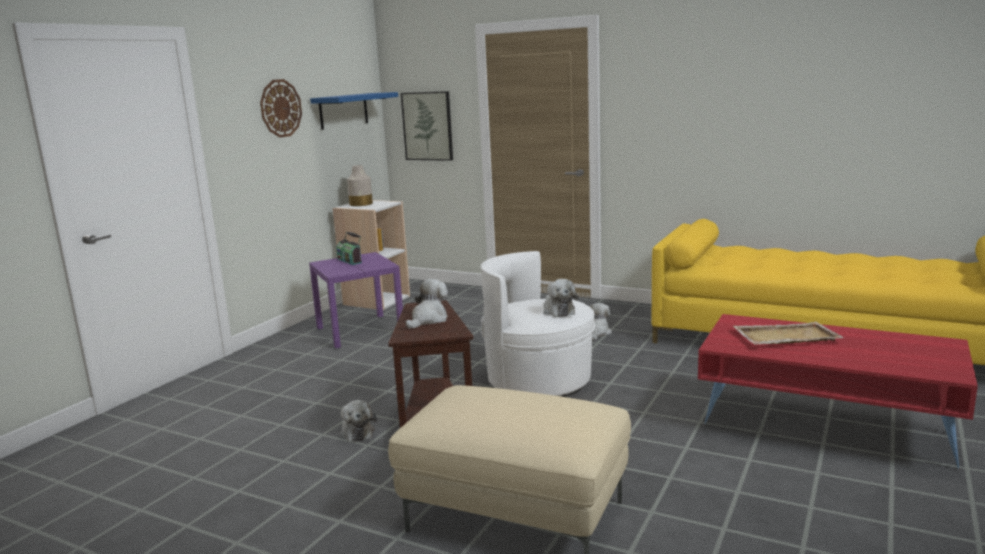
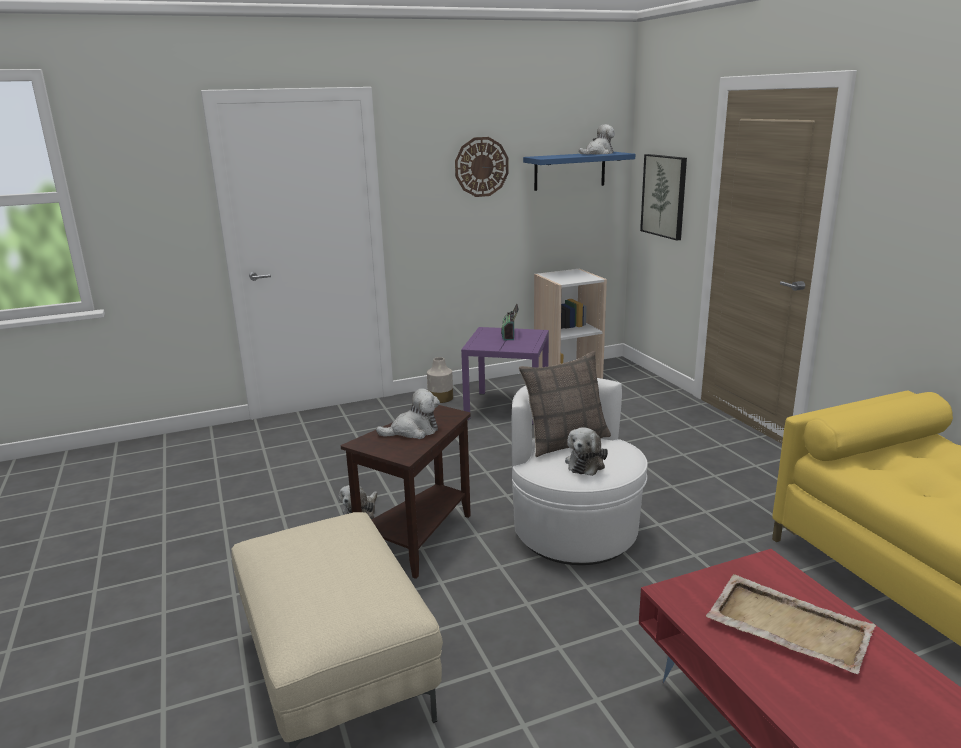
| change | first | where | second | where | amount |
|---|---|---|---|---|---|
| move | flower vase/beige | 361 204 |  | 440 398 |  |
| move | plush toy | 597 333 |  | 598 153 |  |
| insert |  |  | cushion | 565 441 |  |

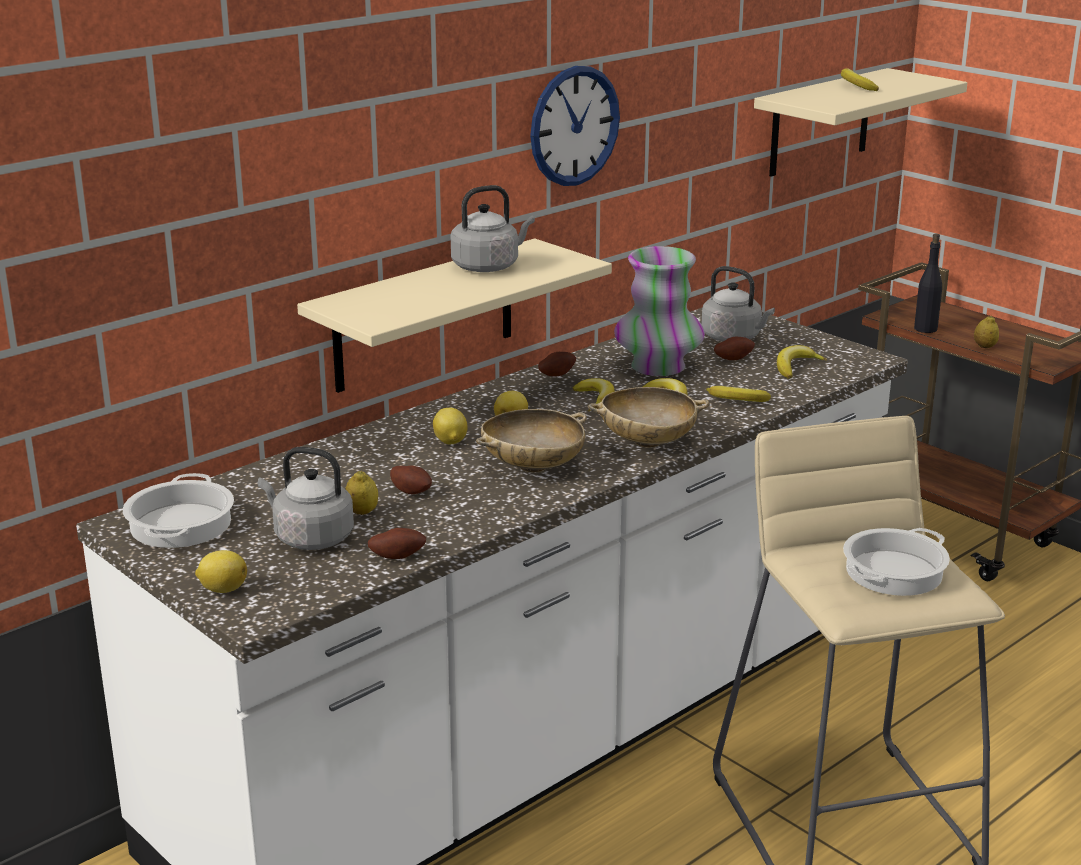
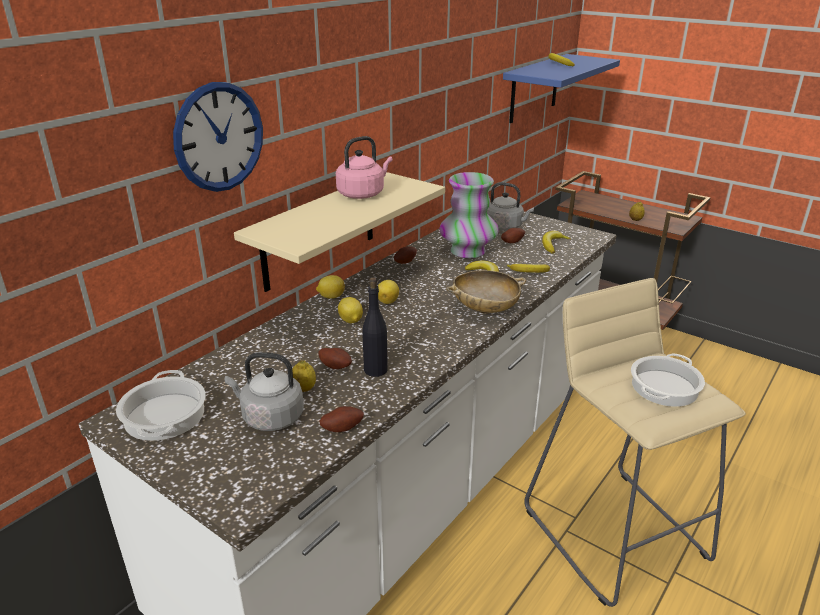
| change | first | where | second | where | amount |
|---|---|---|---|---|---|
| move | lemon | 222 589 |  | 331 297 |  |
| recolor | tea kettle/grey | 488 266 | tea kettle/pink-coloured | 363 194 |  |
| delete | bowl/beige | 532 466 |  |  |  |
| move | clock on the wall | 574 126 |  | 219 137 |  |
| delete | whole banana | 595 400 |  |  |  |
| recolor | wall shelf/beige | 820 122 | wall shelf/blue | 534 88 |  |
| move | bottle/black | 925 329 |  | 375 370 |  |

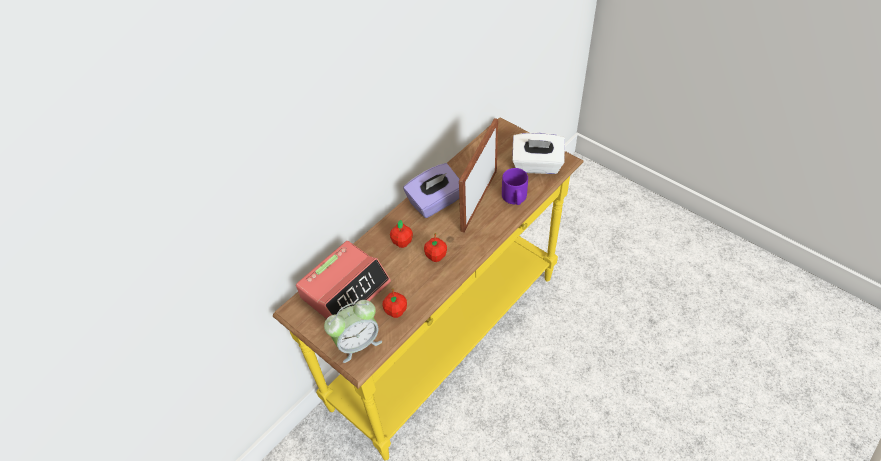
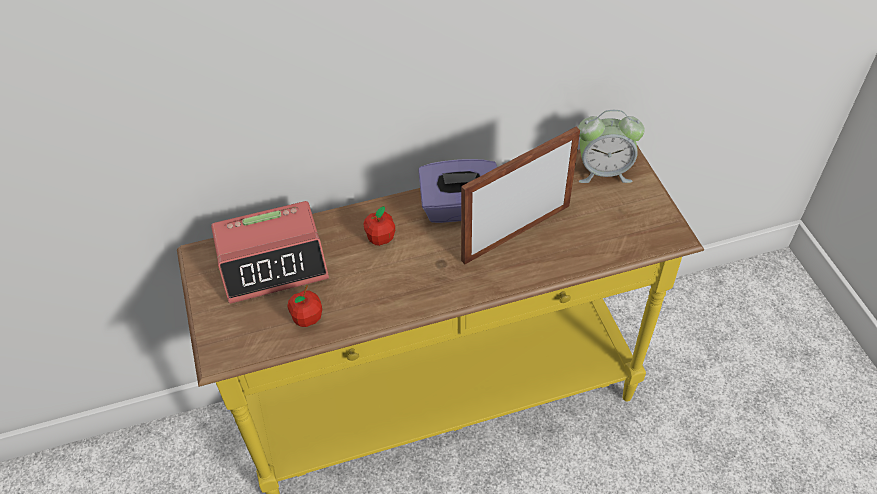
| change | first | where | second | where | amount |
|---|---|---|---|---|---|
| move | bedside clock | 357 343 |  | 604 171 |  |
| delete | apple fruit | 436 256 |  |  |  |
| delete | tea mug/purple-coloured | 514 198 |  |  |  |
| delete | tissue holder/whitish | 537 165 |  |  |  |

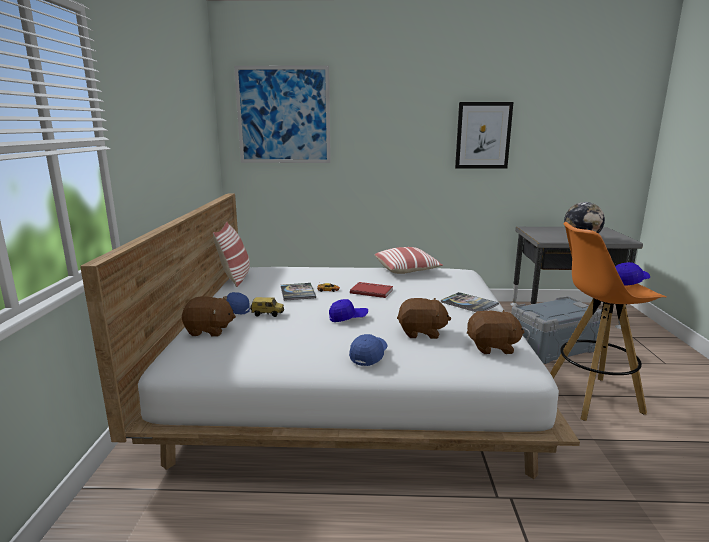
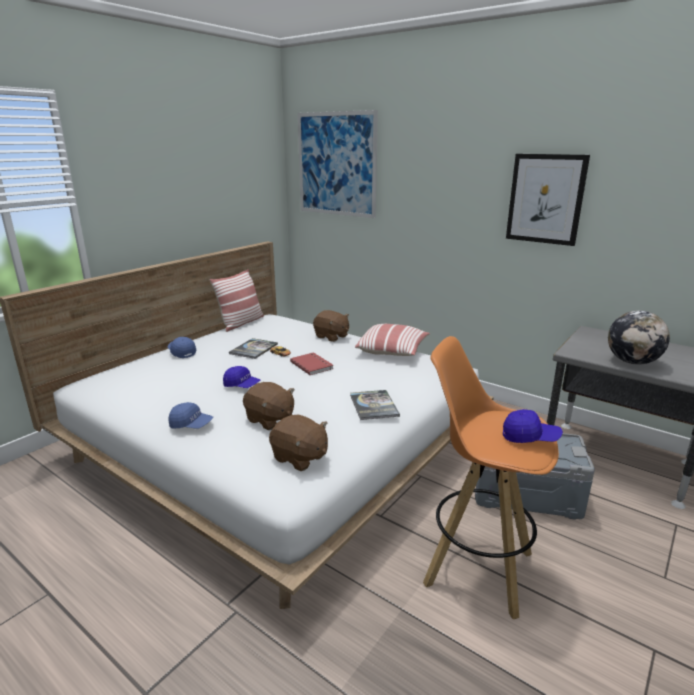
| change | first | where | second | where | amount |
|---|---|---|---|---|---|
| move | plush toy/brown | 209 330 |  | 331 336 |  |
| delete | miniature car | 268 314 |  |  |  |
| rotate | cap/blue | 369 355 |  | 191 425 | 45 degrees clockwise |

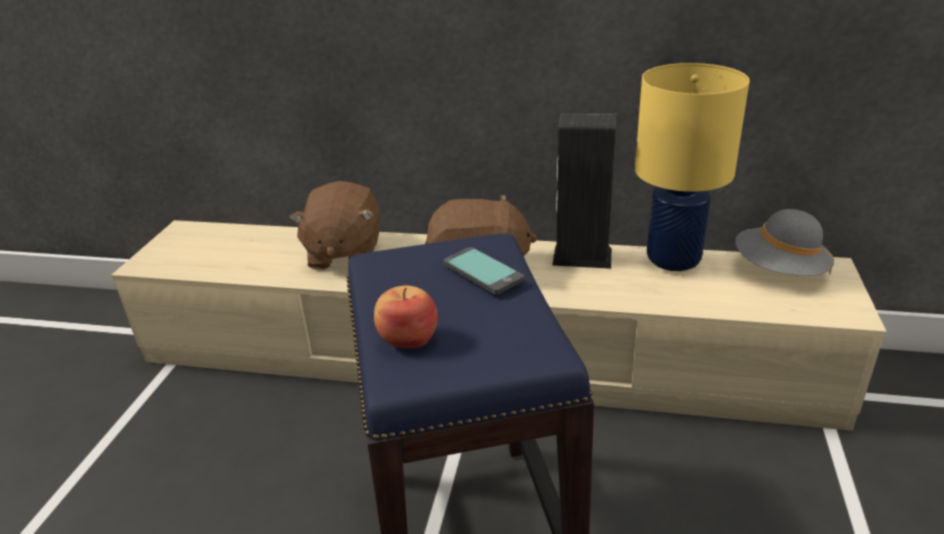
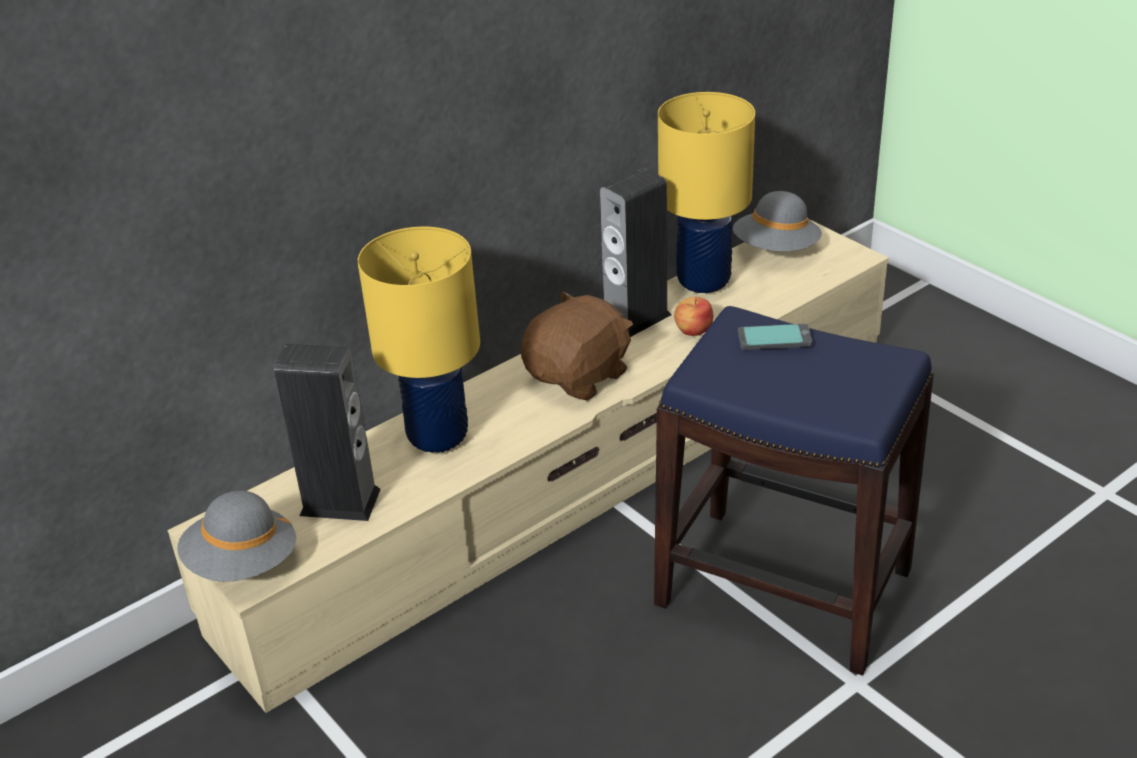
| change | first | where | second | where | amount |
|---|---|---|---|---|---|
| replace | plush toy/brown | 343 254 | tabletop lamp/yellowish | 438 439 |  |
| move | apple fruit | 408 338 |  | 693 330 |  |
| insert |  |  | clothing hat/grey | 242 564 |  |
| insert |  |  | speaker | 340 502 |  |

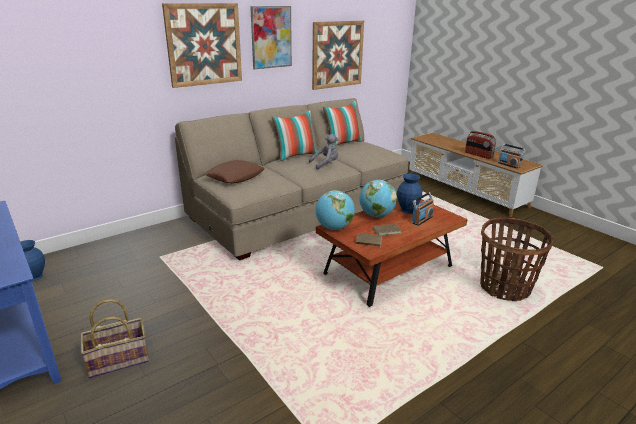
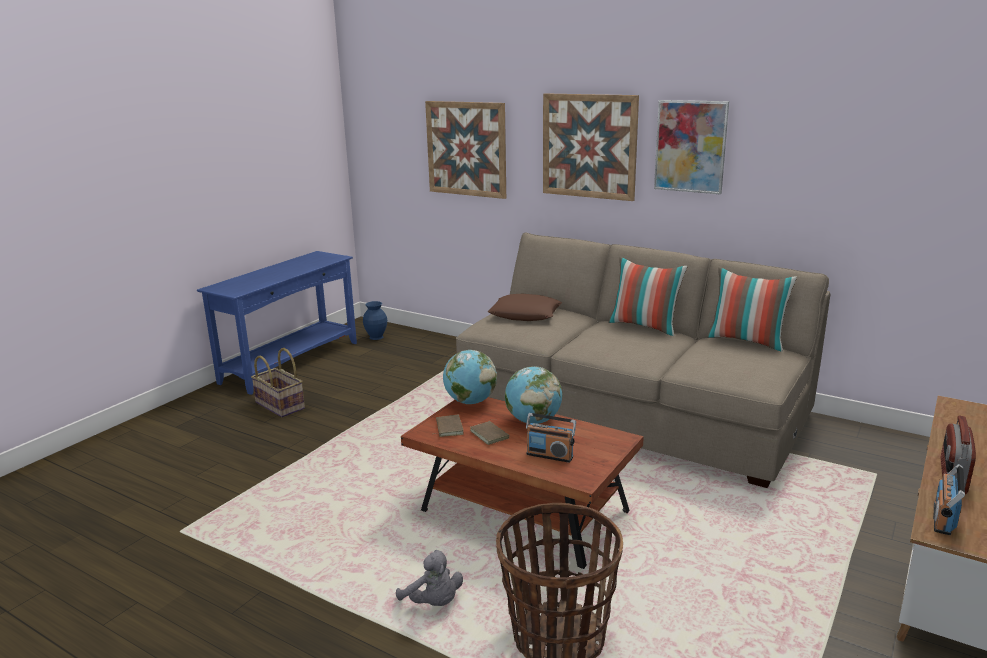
| change | first | where | second | where | amount |
|---|---|---|---|---|---|
| move | plush toy/grey | 325 164 |  | 433 603 |  |
| move | picture | 337 54 |  | 466 149 |  |
| delete | flower vase/blue | 407 210 |  |  |  |

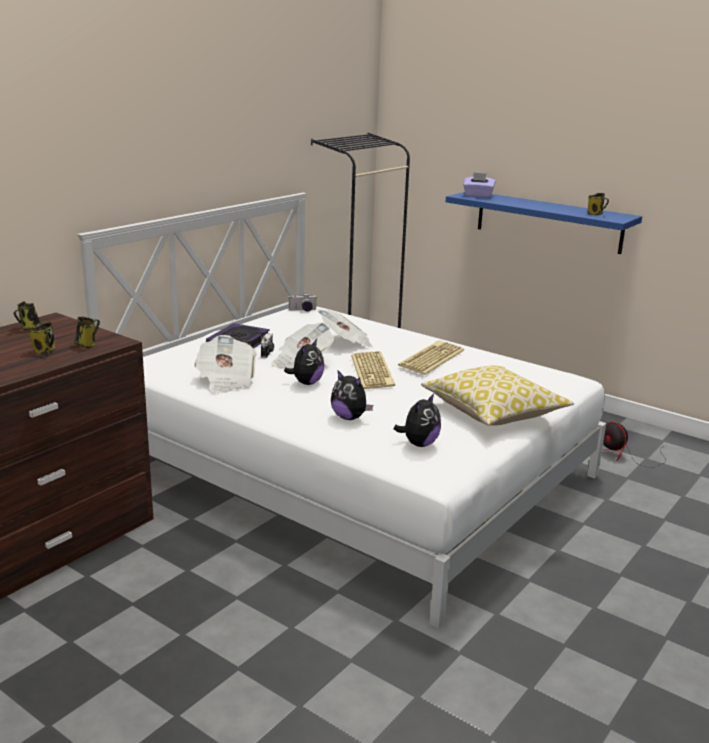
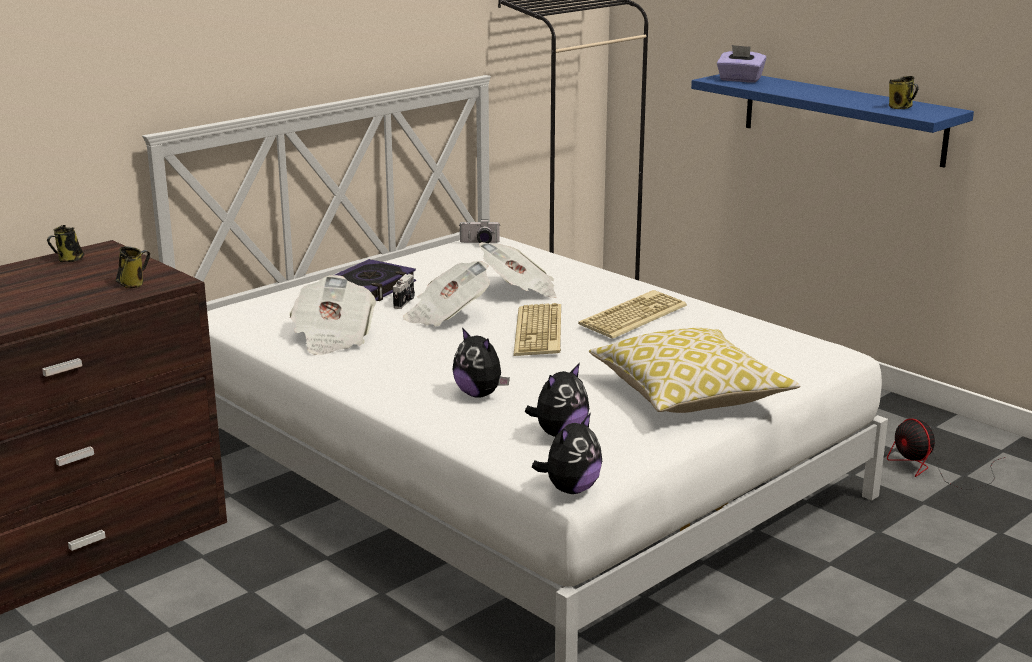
| change | first | where | second | where | amount |
|---|---|---|---|---|---|
| delete | tea mug | 45 351 |  |  |  |
| move | plush toy | 306 383 |  | 570 489 |  |

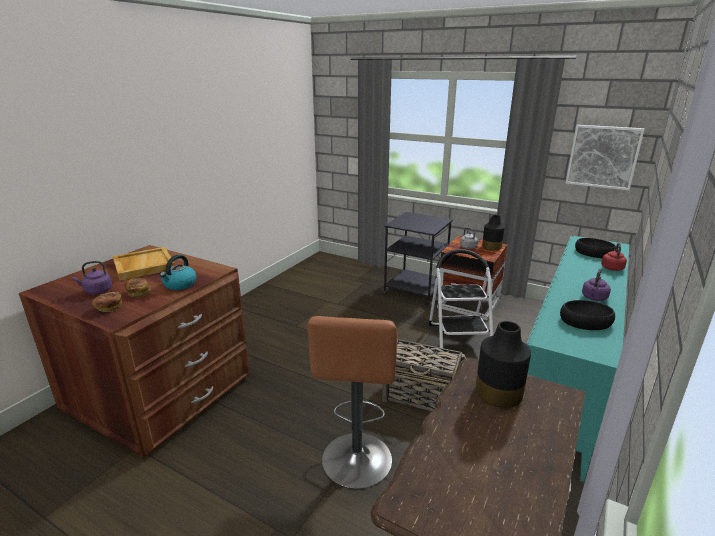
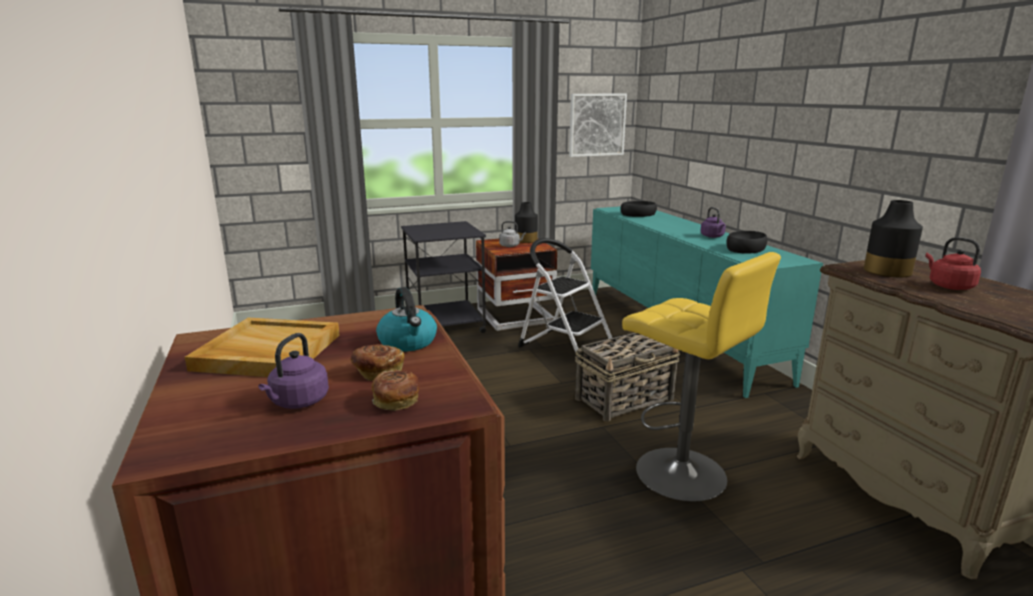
| change | first | where | second | where | amount |
|---|---|---|---|---|---|
| recolor | stool seat/brown | 356 460 | stool seat/yellowish | 681 474 |  |
| move | tea kettle/red-coloured | 612 268 |  | 948 286 |  |

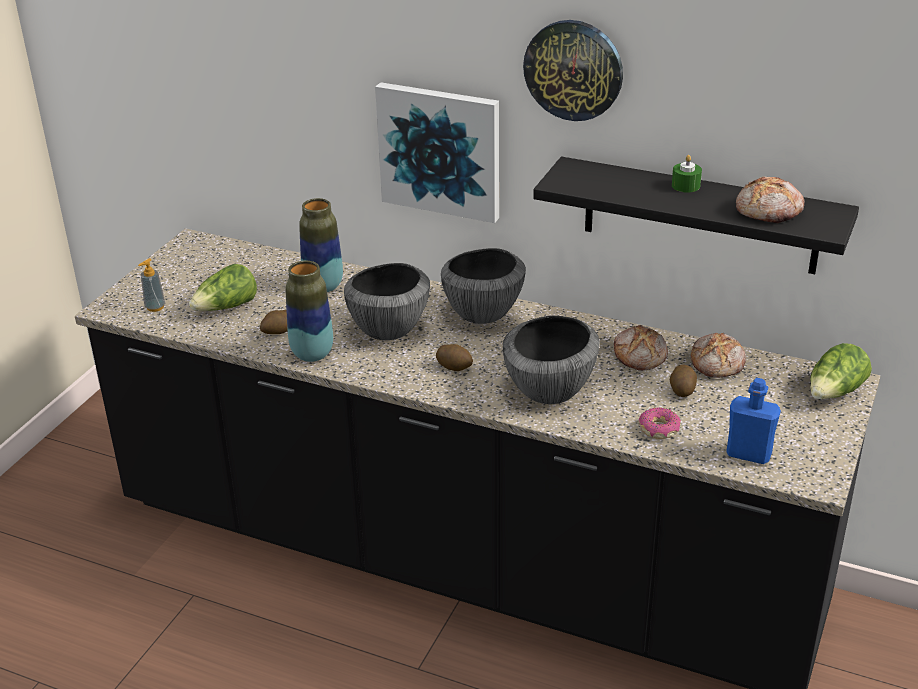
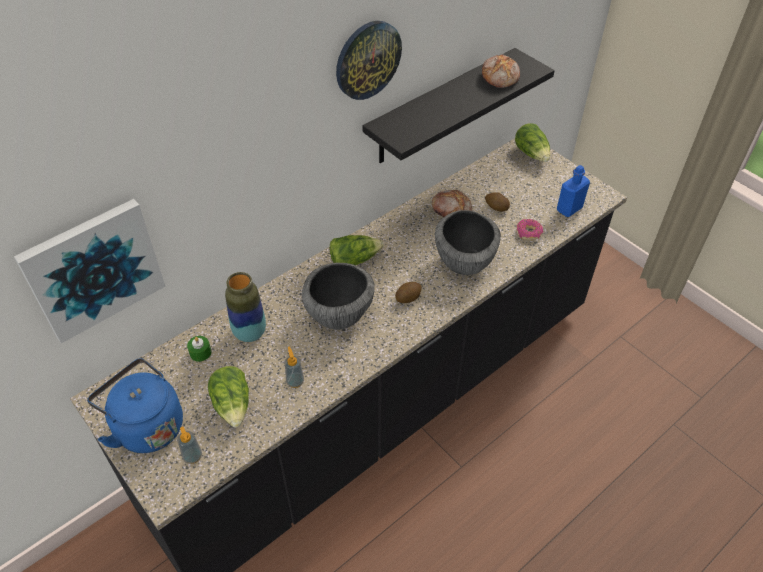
| change | first | where | second | where | amount |
|---|---|---|---|---|---|
| replace | potato | 278 332 | soap bottle | 295 381 |  |
| delete | flower vase | 312 354 |  |  |  |
| move | picture | 440 150 |  | 94 269 |  |
| replace | bowl | 482 314 | head of lettuce | 354 260 |  |
| move | wax candle/green | 685 186 |  | 200 352 |  |
| delete | bread | 718 363 |  |  |  |
| insert |  |  | tea kettle/blue | 146 426 |  |

